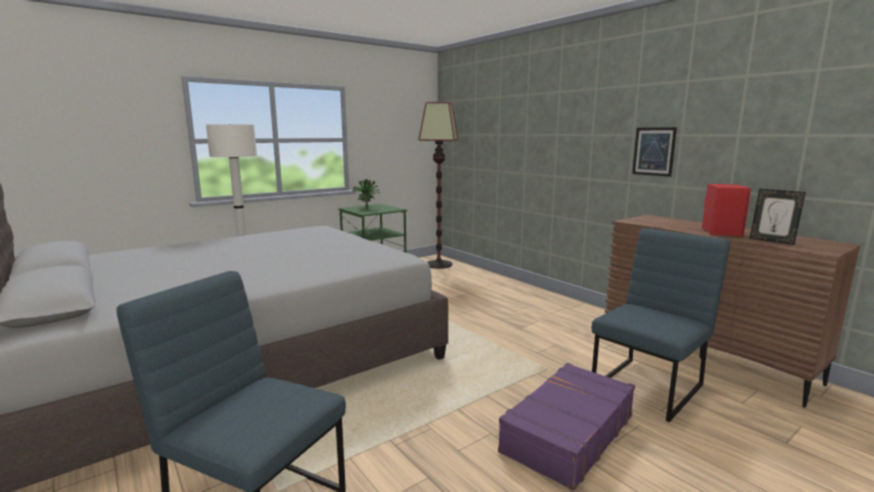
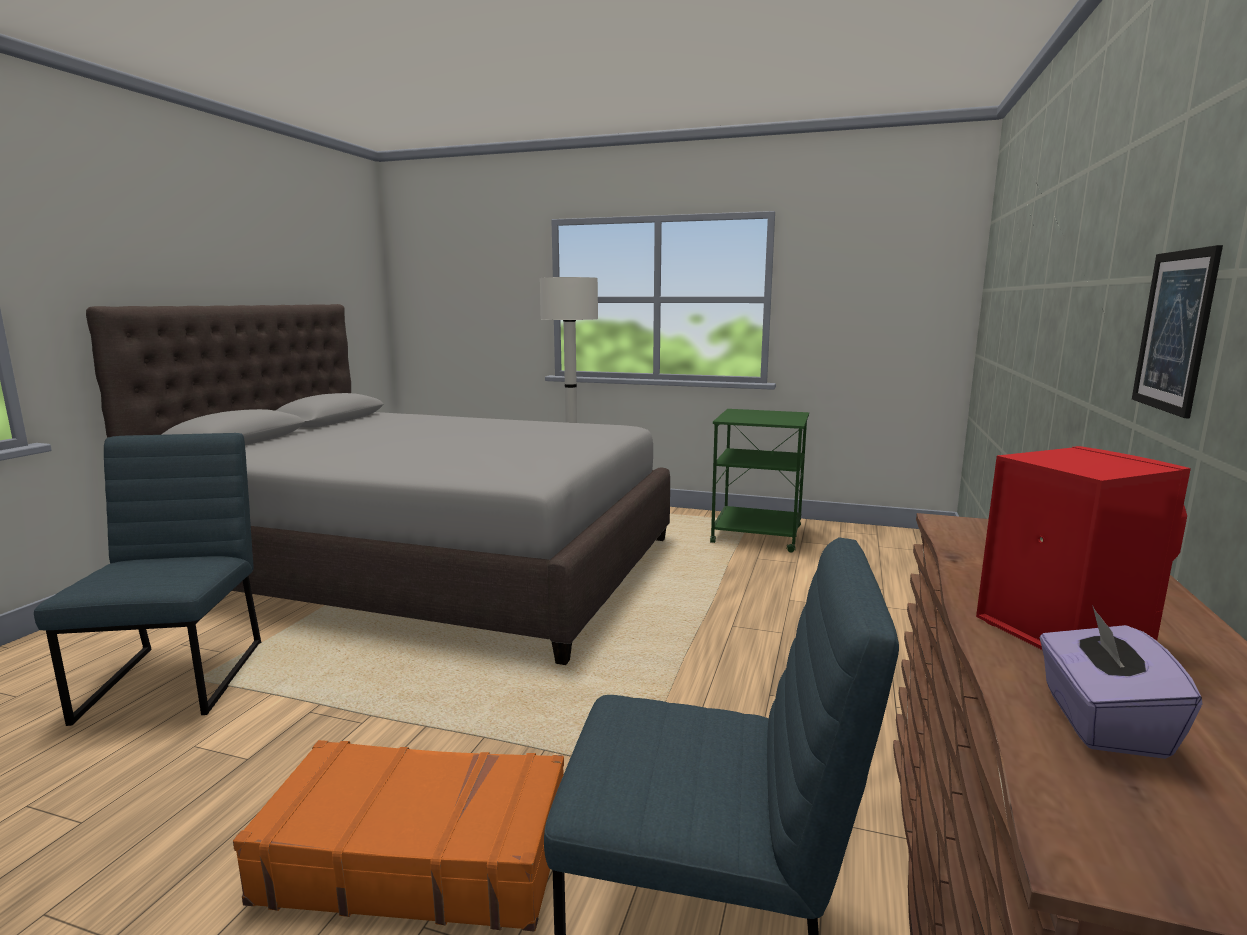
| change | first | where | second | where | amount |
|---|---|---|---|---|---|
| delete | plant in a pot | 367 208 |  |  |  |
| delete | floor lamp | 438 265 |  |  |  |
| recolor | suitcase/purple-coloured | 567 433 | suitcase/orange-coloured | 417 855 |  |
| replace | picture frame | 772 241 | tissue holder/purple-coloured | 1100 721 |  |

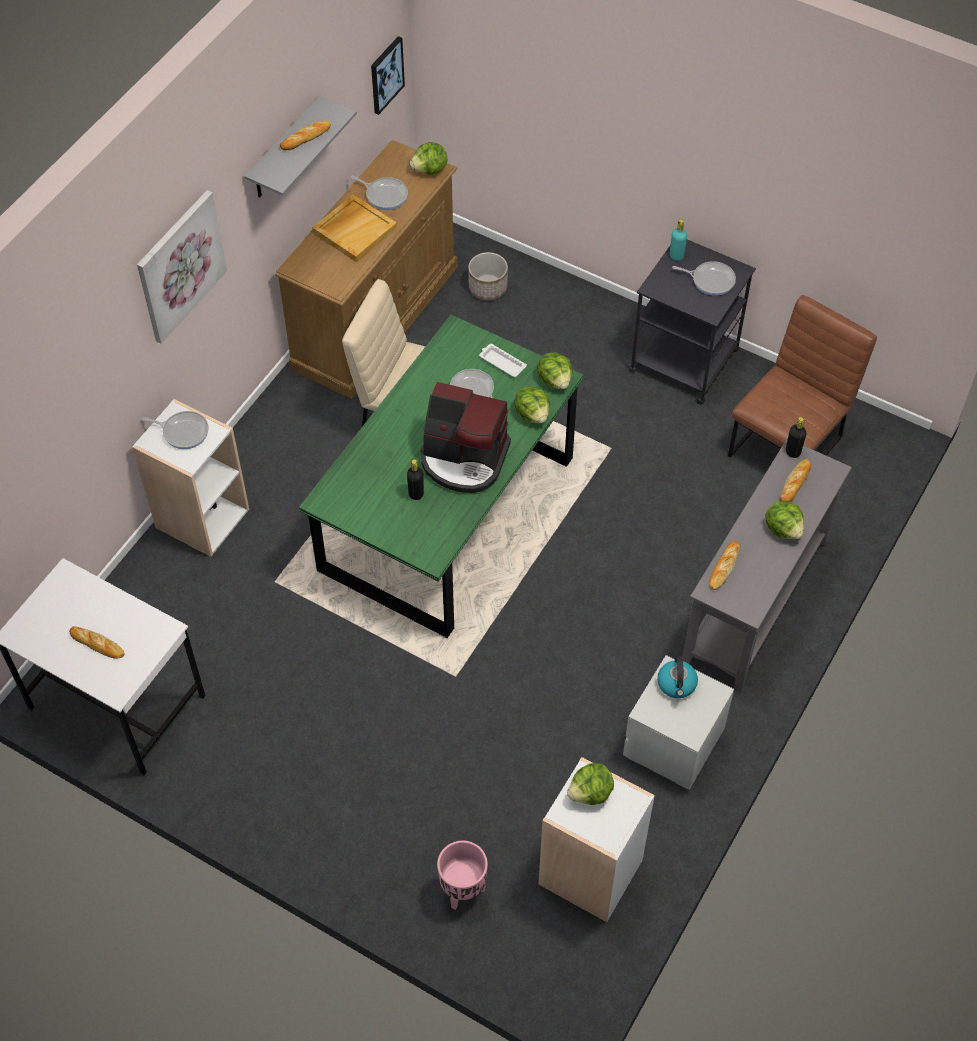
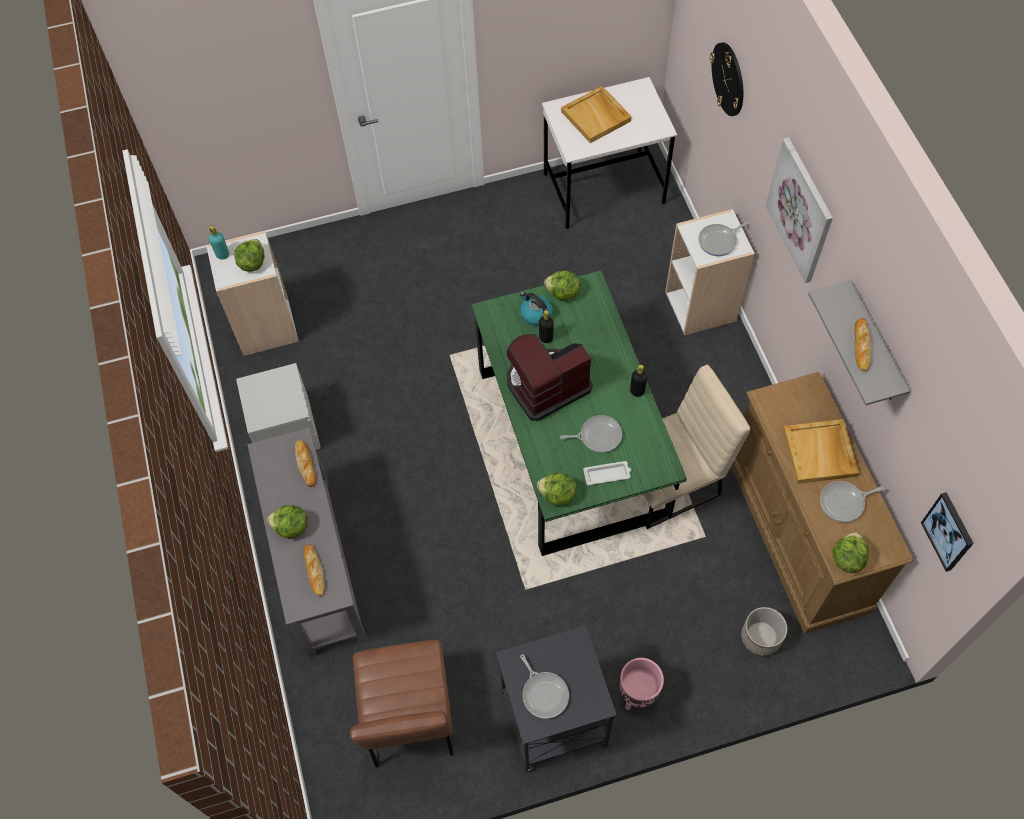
| change | first | where | second | where | amount |
|---|---|---|---|---|---|
| replace | bread | 97 644 | serving tray/beige | 596 116 |  |
| move | flower pot/pink-coloured | 463 890 |  | 637 695 |  |
| move | head of lettuce | 533 414 |  | 563 293 |  |
| move | tea kettle | 677 684 |  | 535 314 |  |
| move | bottle/turquoise | 676 256 |  | 222 255 |  |
| rotate | frying pan | 710 280 |  | 544 693 | 90 degrees counterclockwise |
| move | bottle/black | 793 452 |  | 637 391 |  |
| insert |  |  | clock on the wall | 728 79 |  |

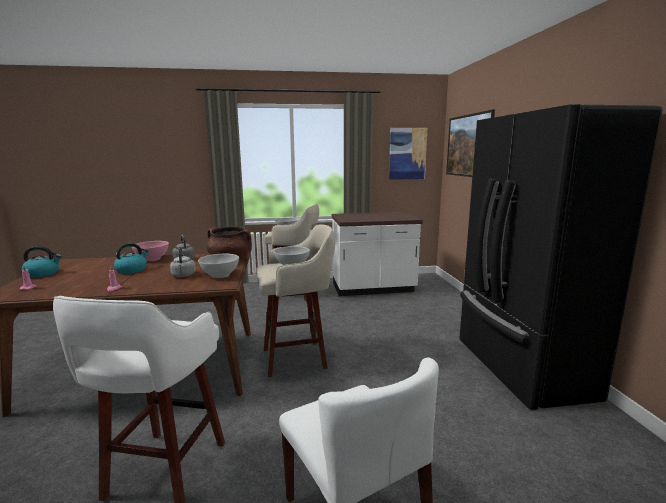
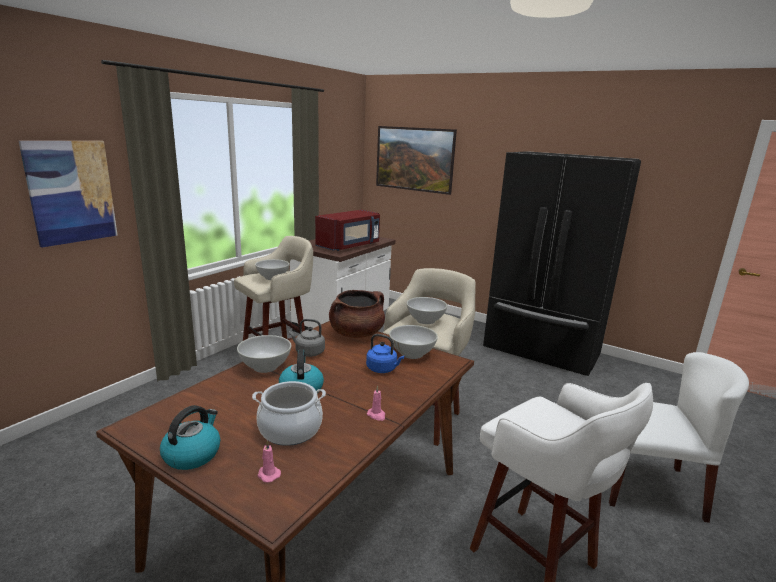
| change | first | where | second | where | amount |
|---|---|---|---|---|---|
| recolor | bowl/pink-coloured | 152 259 | bowl/whitish | 265 367 |  |
| recolor | tea kettle/grey | 183 275 | tea kettle/blue | 383 369 |  |
| move | picture | 407 153 |  | 71 192 |  |
| insert |  |  | saucepot | 290 429 |  |
| insert |  |  | microwave oven/red-coloured | 349 246 |  |

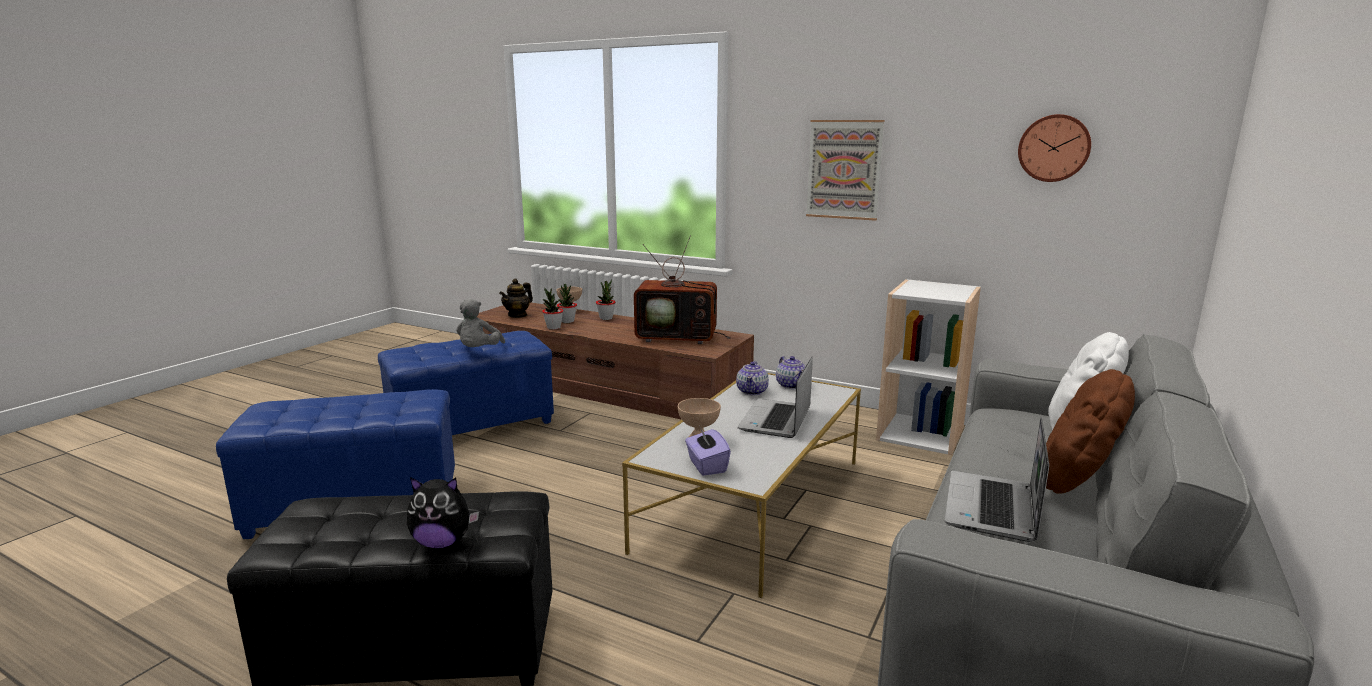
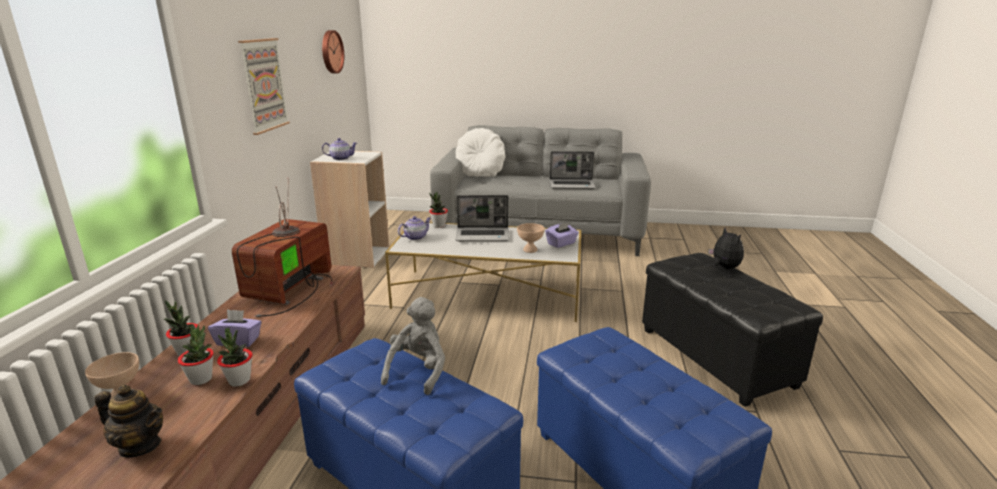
| change | first | where | second | where | amount |
|---|---|---|---|---|---|
| rotate | plush toy/grey | 479 351 |  | 418 371 | 60 degrees counterclockwise |
| rotate | television | 679 337 |  | 290 290 | 150 degrees counterclockwise |
| move | pot for tea | 752 391 |  | 340 158 |  |
| delete | cushion/brown | 1076 484 |  |  |  |
| insert |  |  | tissue holder/purple-coloured | 238 341 |  |
| insert |  |  | plant in a pot | 439 226 |  |

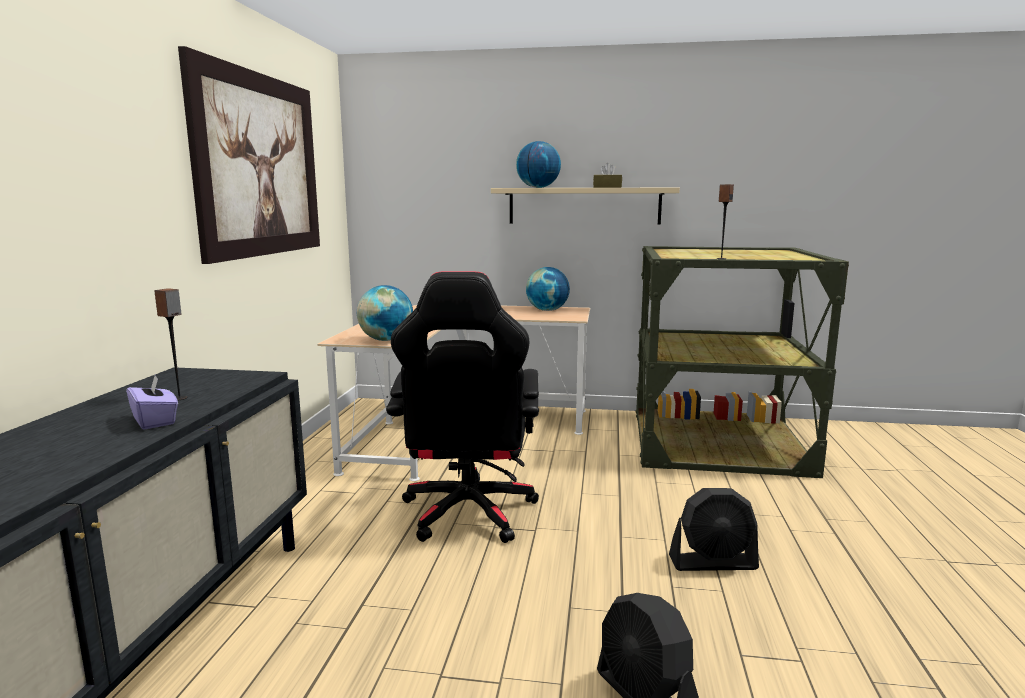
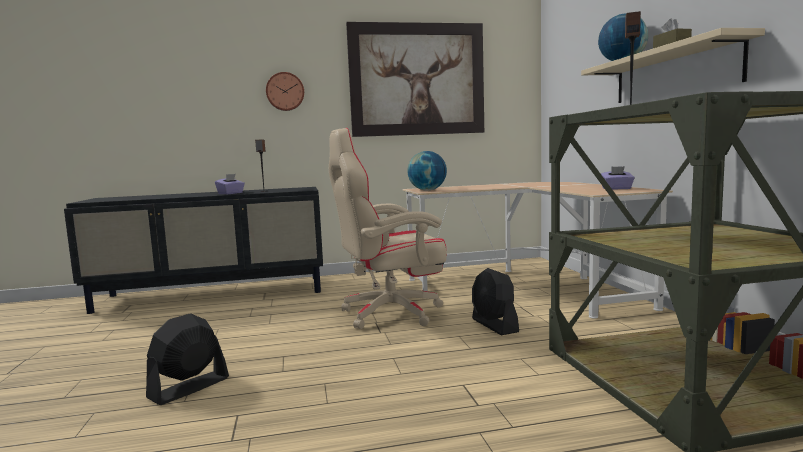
| change | first | where | second | where | amount |
|---|---|---|---|---|---|
| recolor | office chair/black | 469 511 | office chair/beige | 391 313 |  |
| replace | globe | 547 310 | tissue holder/purple-coloured | 616 189 |  |
| move | cooling fan/black | 713 563 |  | 494 325 |  |
| insert |  |  | clock on the wall | 285 91 |  |

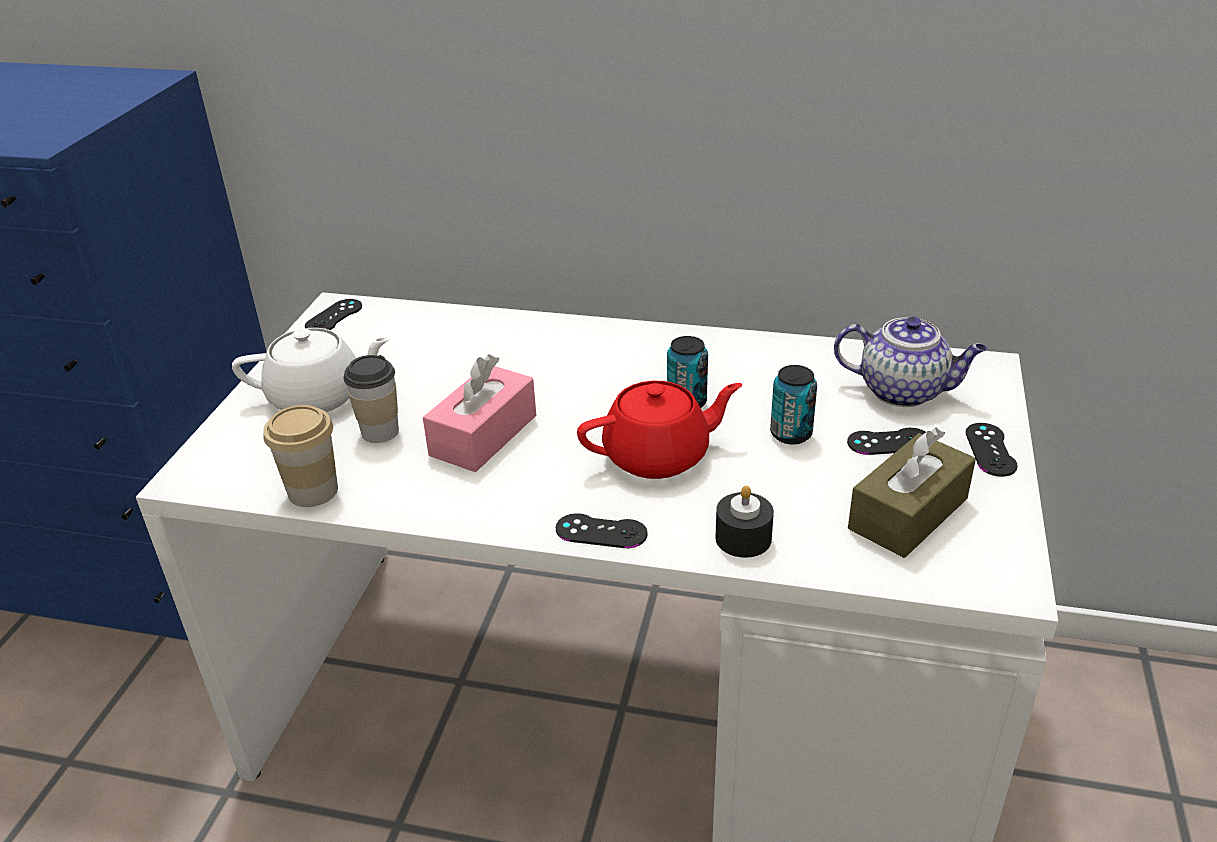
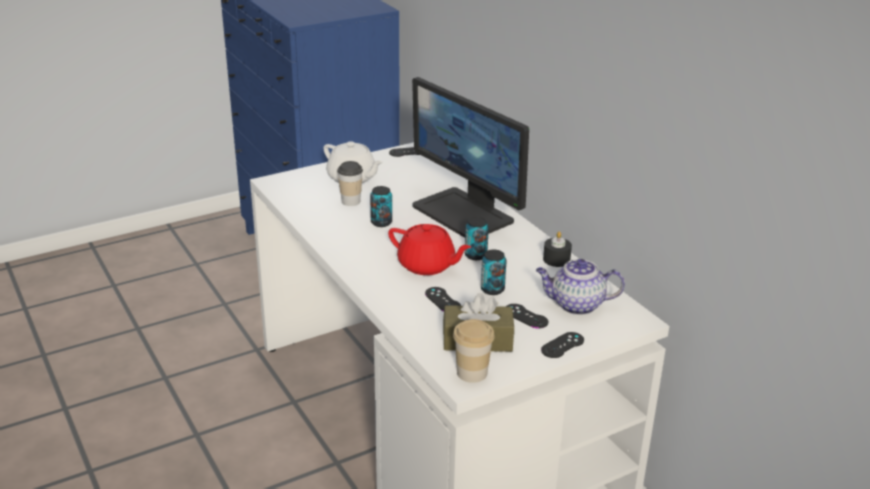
| change | first | where | second | where | amount |
|---|---|---|---|---|---|
| move | small cup | 313 491 |  | 472 373 |  |
| replace | tissue holder/pink-coloured | 483 435 | sealed can | 381 222 |  |
| move | gamepad/black | 601 531 |  | 442 300 |  |
| move | wax candle/black | 743 538 |  | 556 259 |  |
| rotate | pot for tea | 904 391 |  | 576 305 | 120 degrees clockwise |
| insert |  |  | monitor | 464 213 |  |

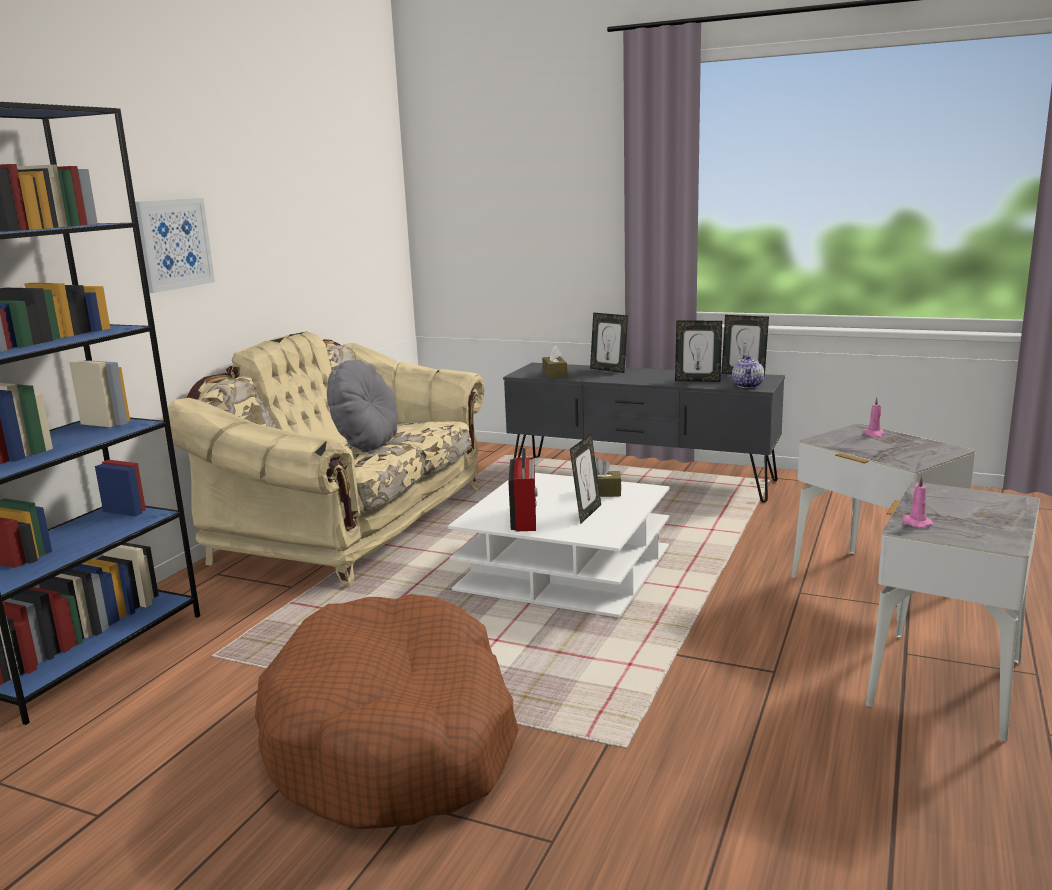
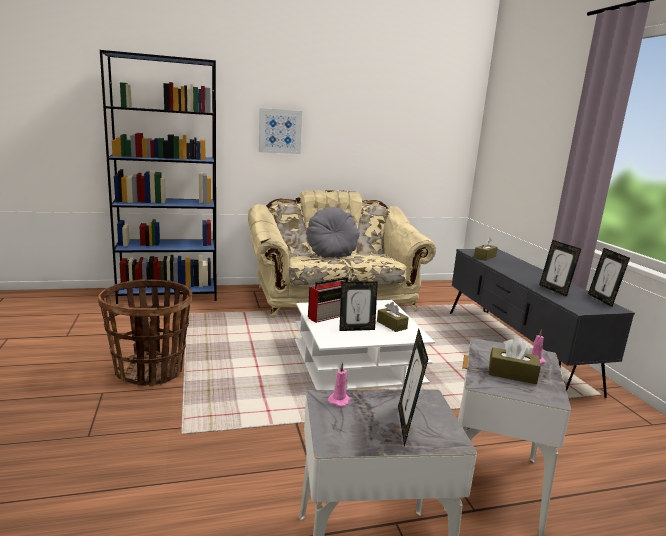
| change | first | where | second | where | amount |
|---|---|---|---|---|---|
| replace | dog bed/brown | 394 739 | basket | 150 371 |  |
| move | picture frame | 608 370 |  | 406 425 |  |
| delete | pot for tea | 748 385 |  |  |  |
| insert |  |  | tissue holder/brown | 512 374 |  |

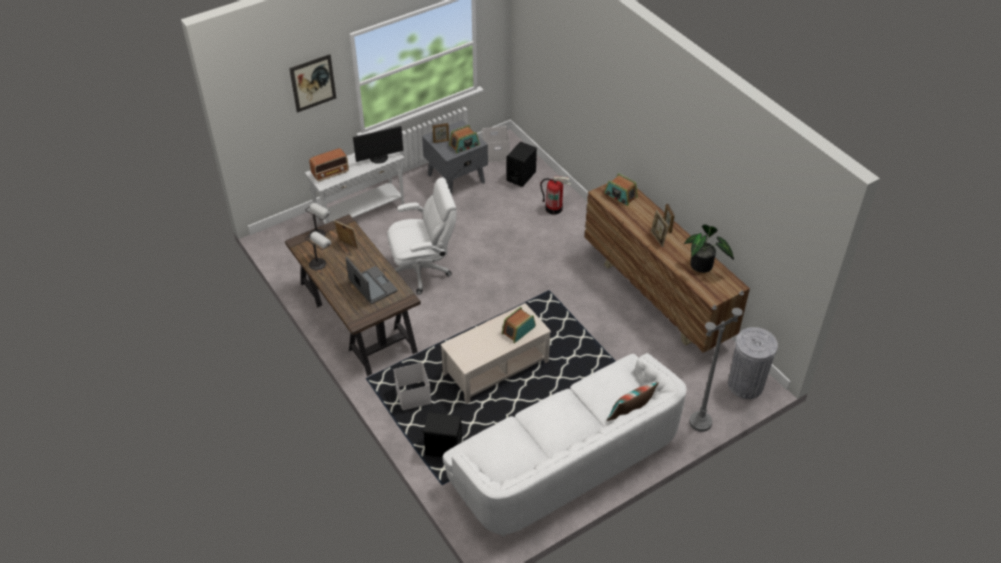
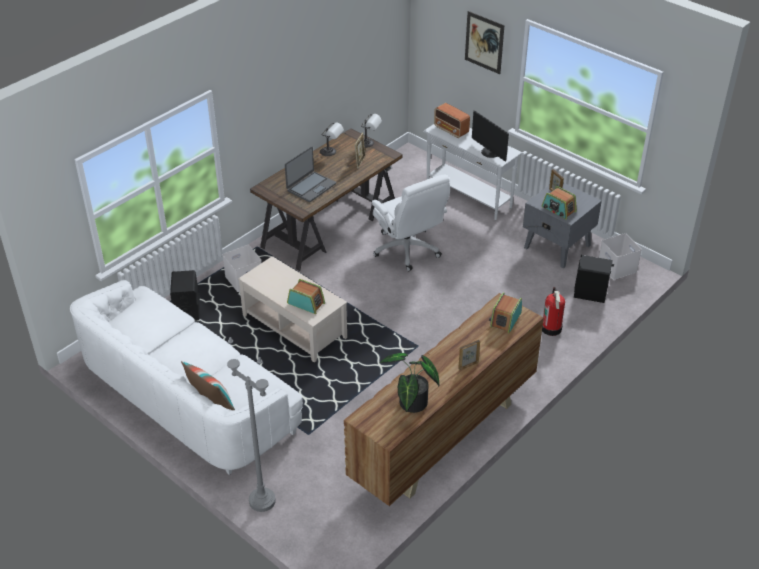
| change | first | where | second | where | amount |
|---|---|---|---|---|---|
| delete | picture frame | 657 239 |  |  |  |
| delete | waste bin/grey | 745 385 |  |  |  |

